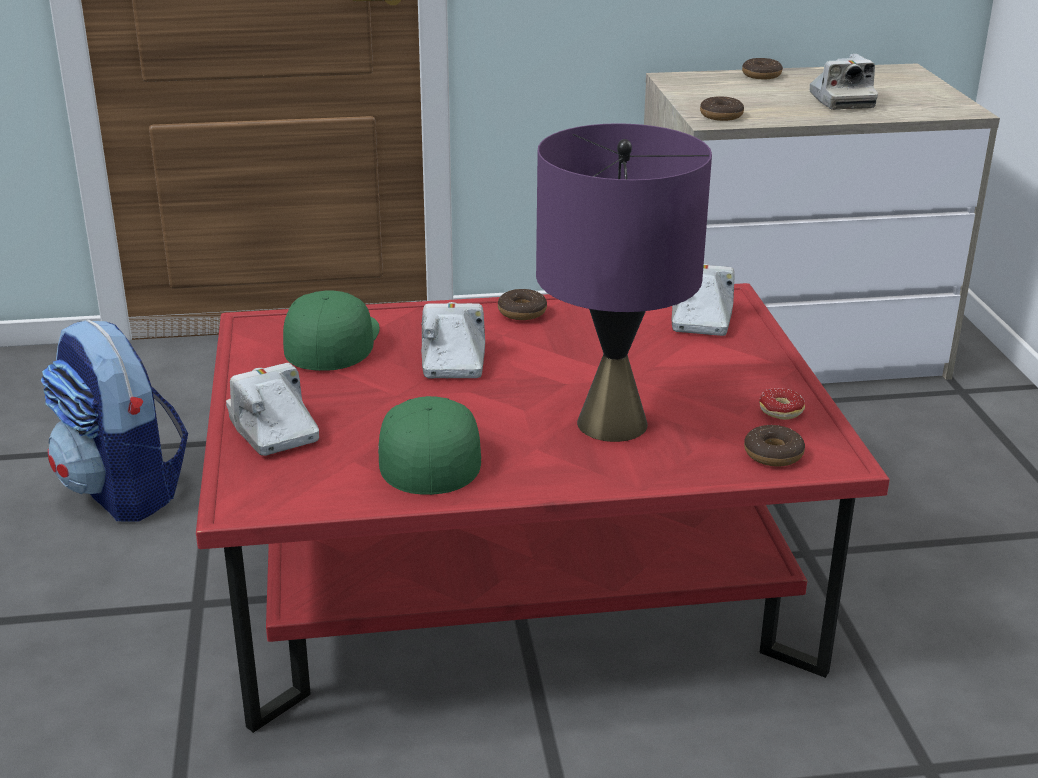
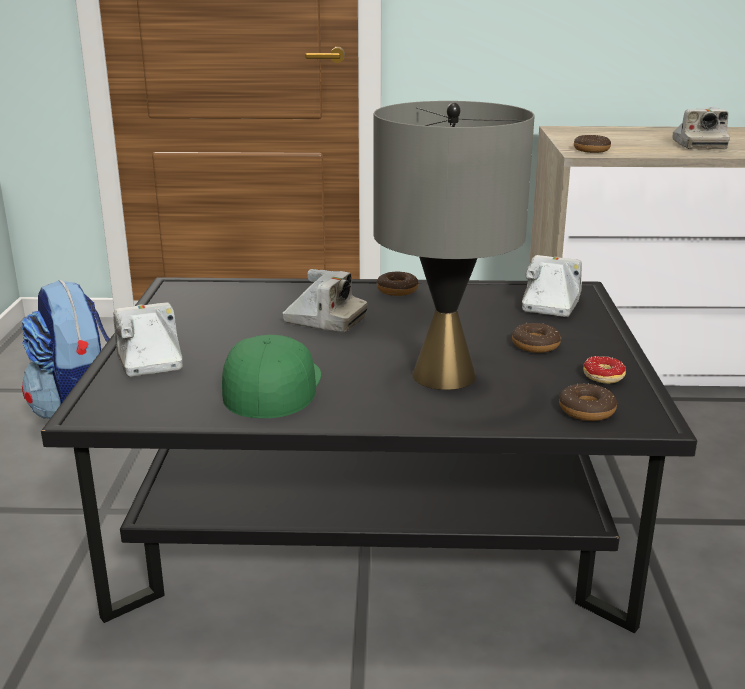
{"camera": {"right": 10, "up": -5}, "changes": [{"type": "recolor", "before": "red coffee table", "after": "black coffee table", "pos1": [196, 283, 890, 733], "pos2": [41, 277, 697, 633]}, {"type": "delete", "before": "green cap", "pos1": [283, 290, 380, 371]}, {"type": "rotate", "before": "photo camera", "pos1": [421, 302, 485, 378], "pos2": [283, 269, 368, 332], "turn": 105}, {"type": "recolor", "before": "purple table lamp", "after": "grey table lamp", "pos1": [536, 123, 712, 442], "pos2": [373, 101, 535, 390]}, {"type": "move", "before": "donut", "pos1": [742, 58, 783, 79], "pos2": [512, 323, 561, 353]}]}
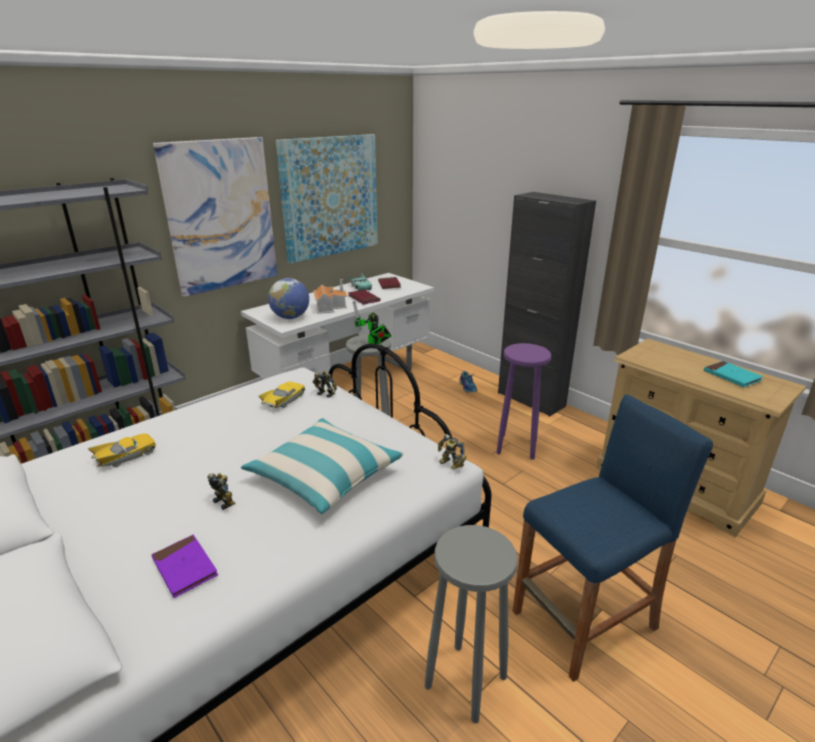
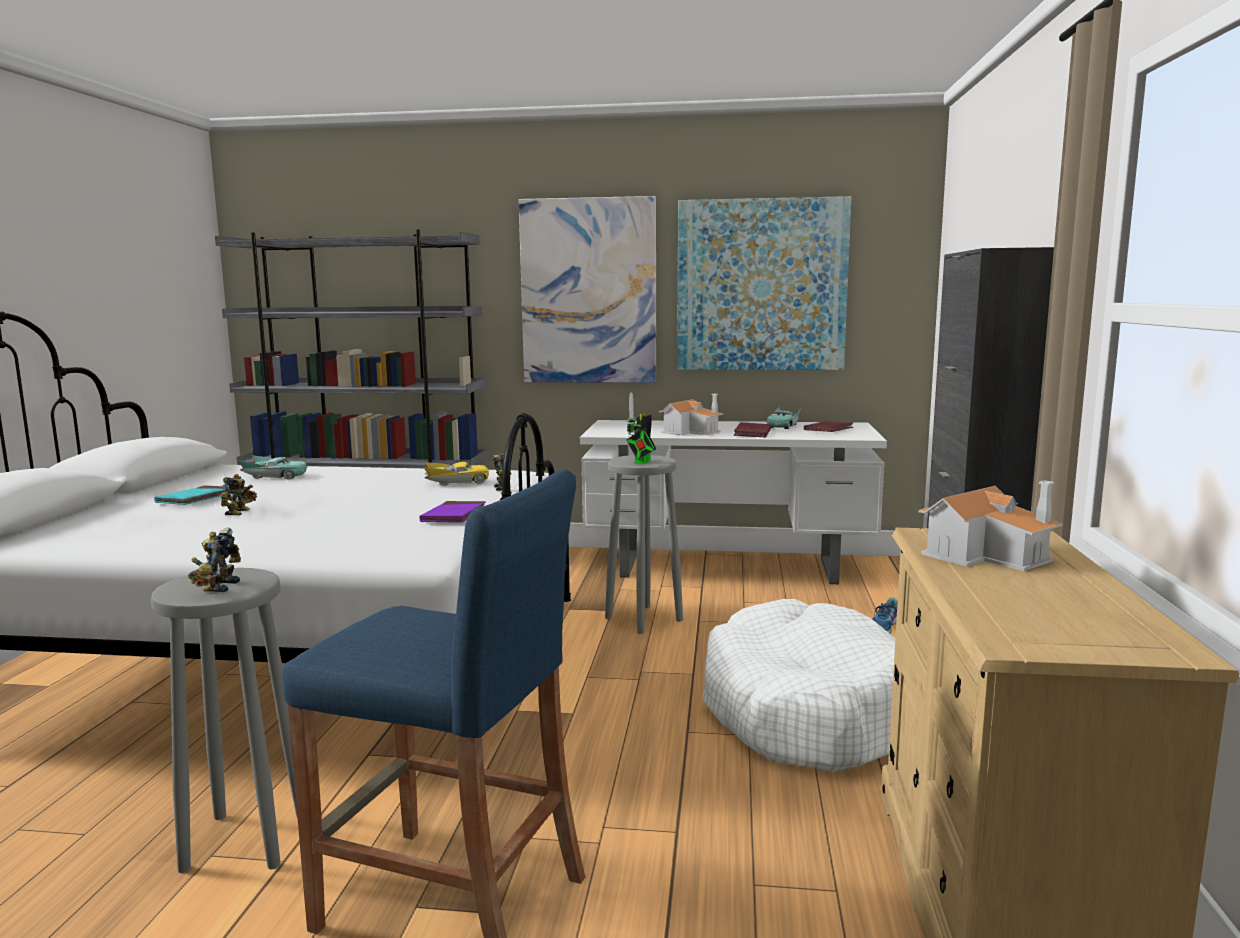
{"camera": {"right": 50, "up": -15}, "changes": [{"type": "recolor", "before": "yellow toy car", "after": "turquoise toy car", "pos1": [87, 433, 156, 467], "pos2": [237, 455, 307, 479]}, {"type": "move", "before": "purple book", "pos1": [151, 535, 218, 598], "pos2": [419, 501, 486, 523]}, {"type": "delete", "before": "pillow", "pos1": [241, 418, 403, 514]}, {"type": "delete", "before": "globe", "pos1": [268, 278, 309, 319]}, {"type": "move", "before": "toy robot", "pos1": [438, 434, 467, 470], "pos2": [188, 527, 241, 592]}, {"type": "replace", "before": "purple stool", "after": "white dog bed", "pos1": [496, 343, 551, 460], "pos2": [702, 599, 895, 772]}, {"type": "move", "before": "turquoise book", "pos1": [704, 361, 764, 387], "pos2": [154, 485, 231, 505]}, {"type": "insert", "after": "toy house", "pos2": [918, 480, 1063, 571]}]}
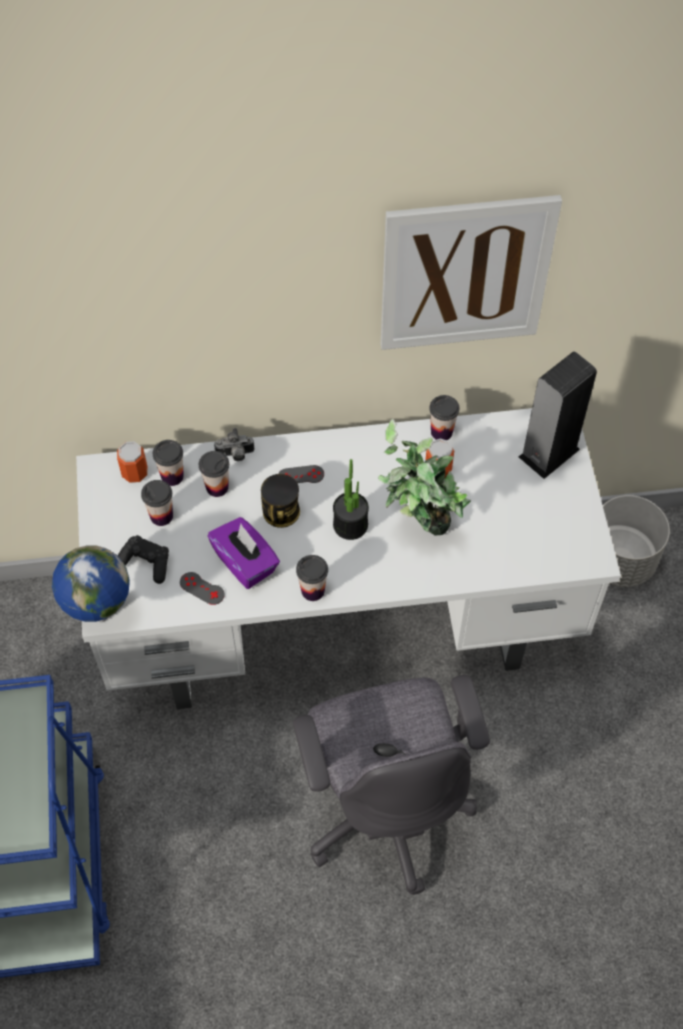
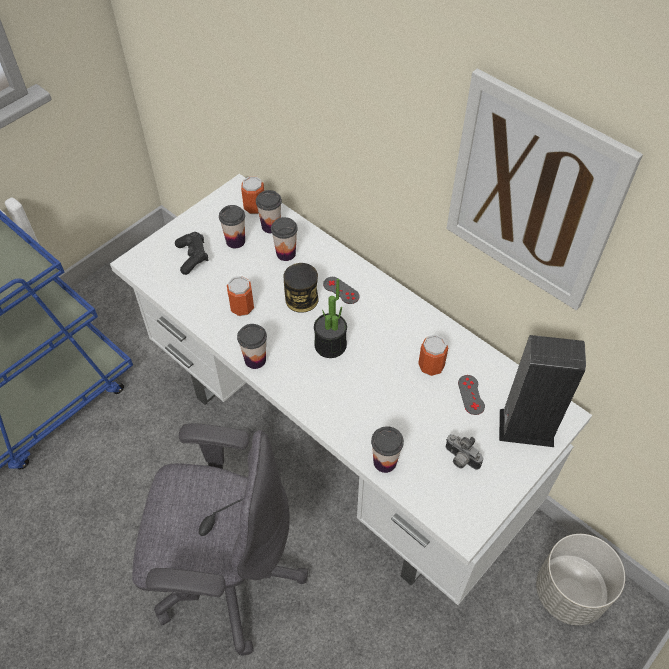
{"camera": {"right": 50, "up": -5}, "changes": [{"type": "delete", "before": "globe", "pos1": [52, 546, 130, 622]}, {"type": "move", "before": "grey game controller", "pos1": [180, 572, 225, 605], "pos2": [458, 375, 485, 415]}, {"type": "replace", "before": "purple tissue box", "after": "can", "pos1": [208, 517, 280, 589], "pos2": [227, 276, 254, 316]}, {"type": "move", "before": "photo camera", "pos1": [214, 428, 255, 461], "pos2": [446, 434, 483, 470]}, {"type": "rotate", "before": "grey office chair", "pos1": [293, 675, 490, 895], "pos2": [132, 423, 308, 655], "turn": -120}, {"type": "delete", "before": "potted plant", "pos1": [378, 419, 471, 536]}, {"type": "move", "before": "cup", "pos1": [429, 395, 459, 440], "pos2": [371, 426, 404, 473]}]}
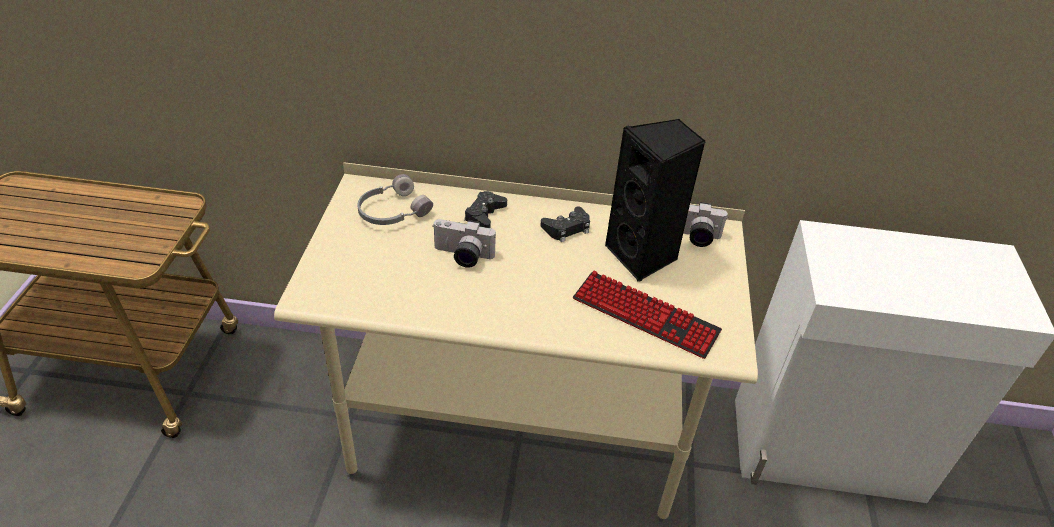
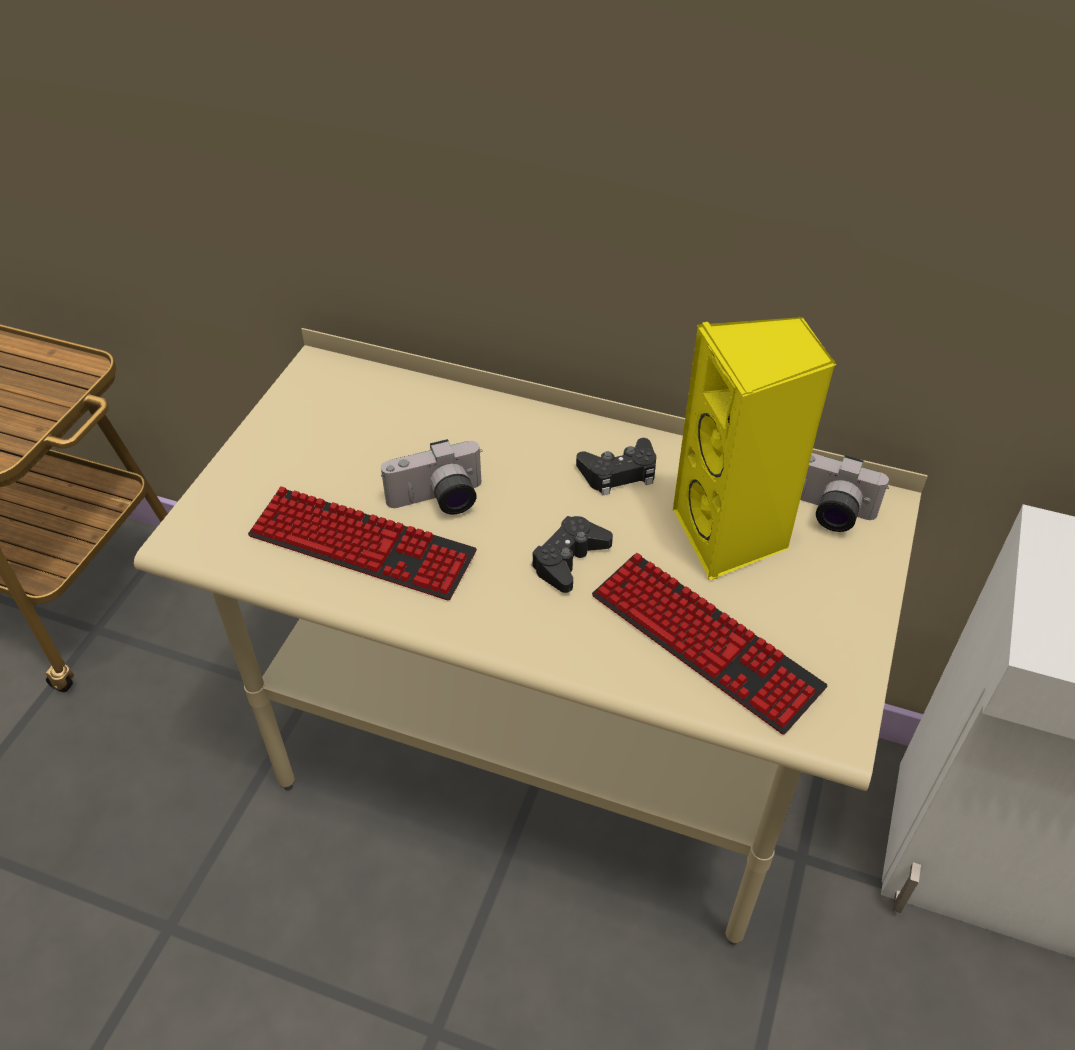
{"camera": {"right": 15, "up": 5}, "changes": [{"type": "delete", "before": "grey headphones", "pos1": [357, 174, 433, 225]}, {"type": "rotate", "before": "photo camera", "pos1": [432, 219, 496, 268], "pos2": [381, 439, 483, 515], "turn": -45}, {"type": "move", "before": "black game controller", "pos1": [464, 191, 507, 228], "pos2": [531, 516, 613, 593]}, {"type": "recolor", "before": "black speaker", "after": "yellow speaker", "pos1": [605, 119, 706, 282], "pos2": [673, 317, 836, 580]}, {"type": "insert", "after": "keyboard", "pos2": [248, 486, 477, 600]}]}
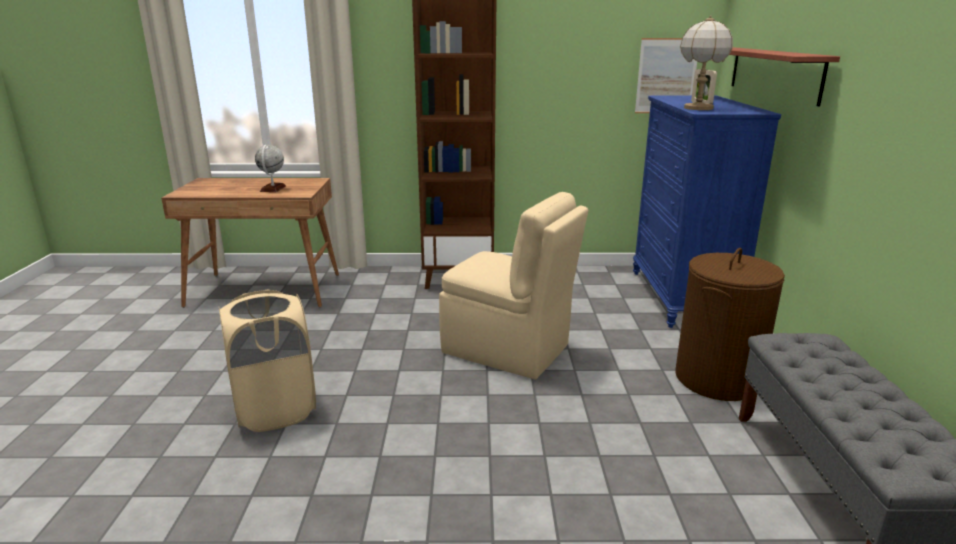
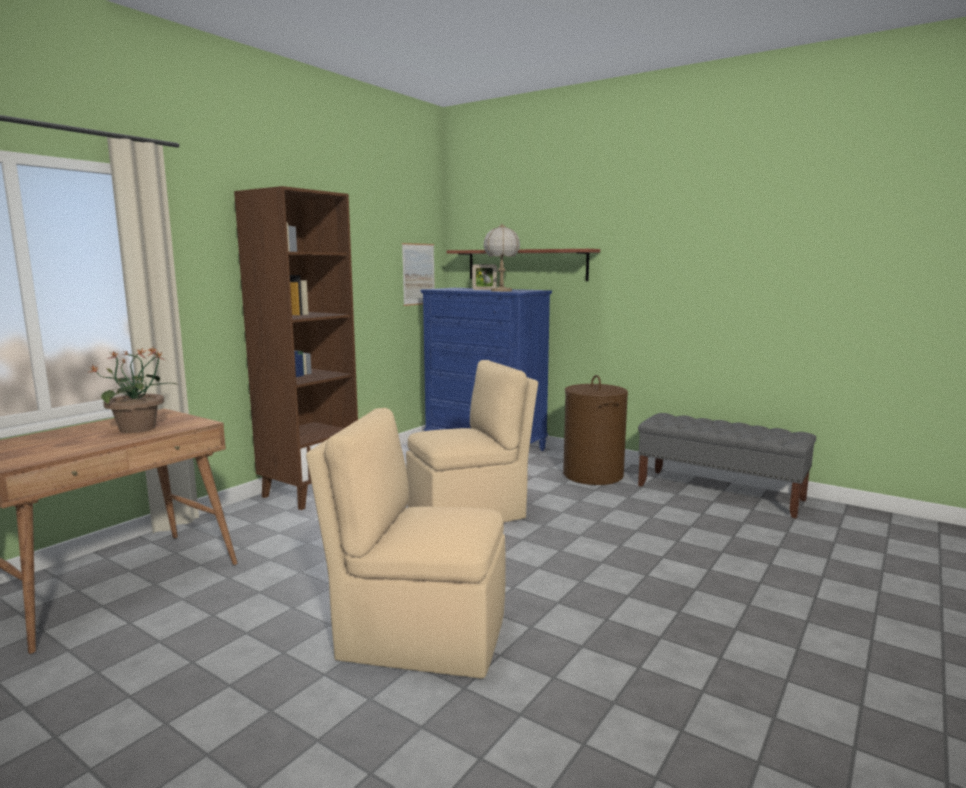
{"camera": {"right": -55, "up": -10}, "changes": [{"type": "replace", "before": "beige laundry basket", "after": "beige chair", "pos1": [219, 290, 316, 432], "pos2": [306, 408, 506, 679]}, {"type": "replace", "before": "globe", "after": "potted plant", "pos1": [255, 145, 286, 192], "pos2": [90, 347, 178, 433]}]}
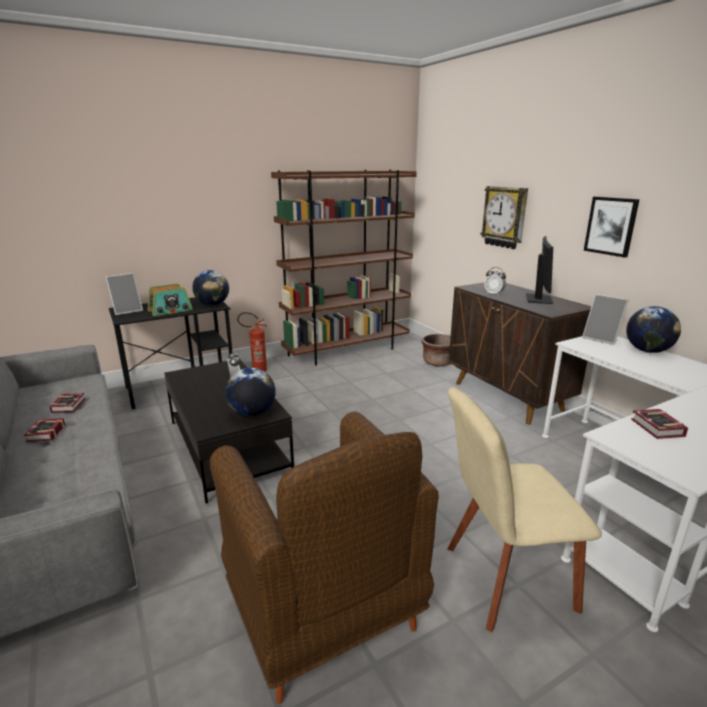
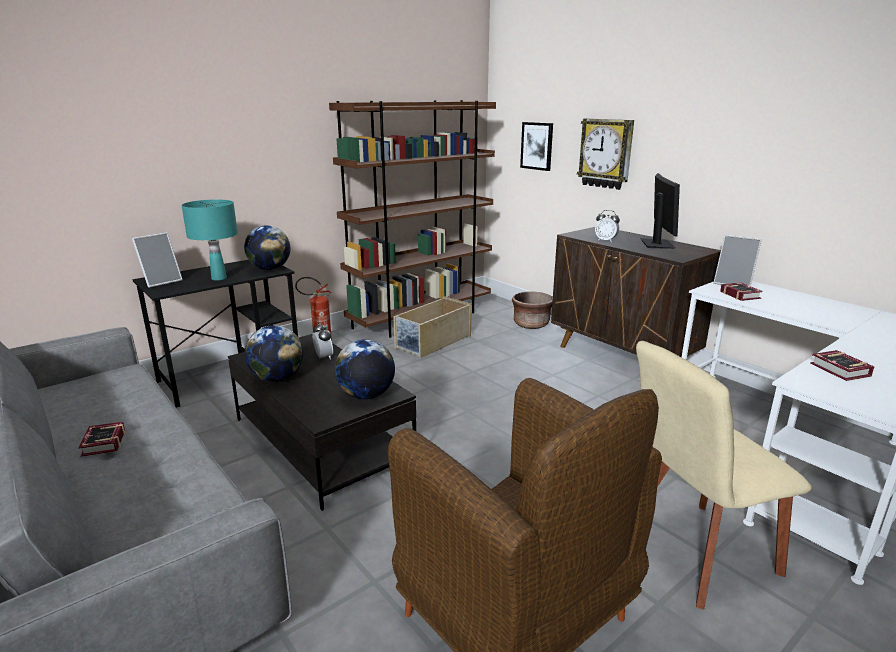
{"camera": {"right": -10, "up": 0}, "changes": [{"type": "move", "before": "book", "pos1": [49, 393, 86, 413], "pos2": [720, 282, 763, 301]}, {"type": "replace", "before": "radio", "after": "turquoise table lamp", "pos1": [148, 284, 192, 316], "pos2": [181, 200, 238, 281]}, {"type": "move", "before": "picture", "pos1": [584, 197, 640, 258], "pos2": [520, 122, 553, 171]}, {"type": "move", "before": "globe", "pos1": [626, 306, 681, 353], "pos2": [245, 325, 303, 382]}, {"type": "insert", "after": "beige storage box", "pos2": [393, 296, 472, 358]}]}
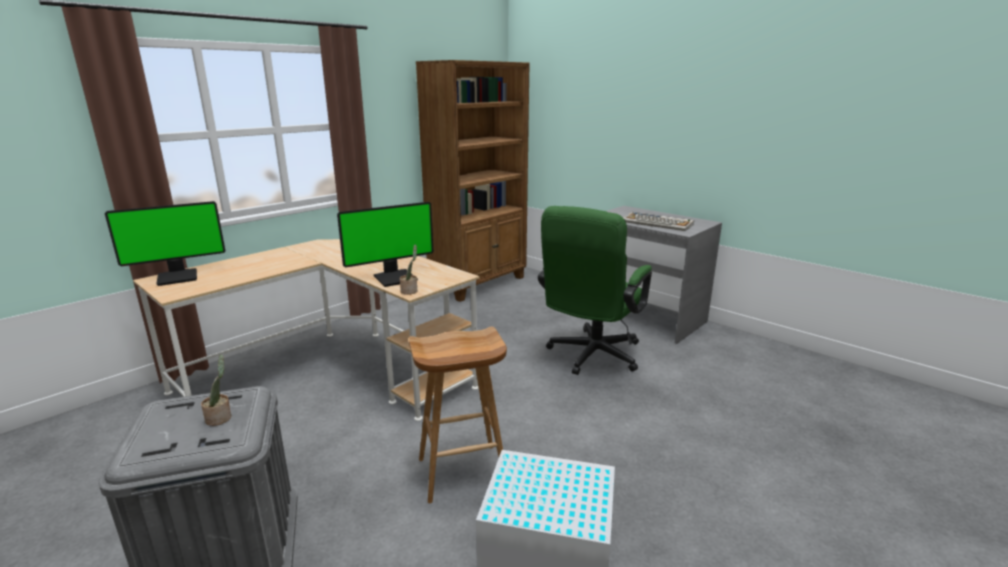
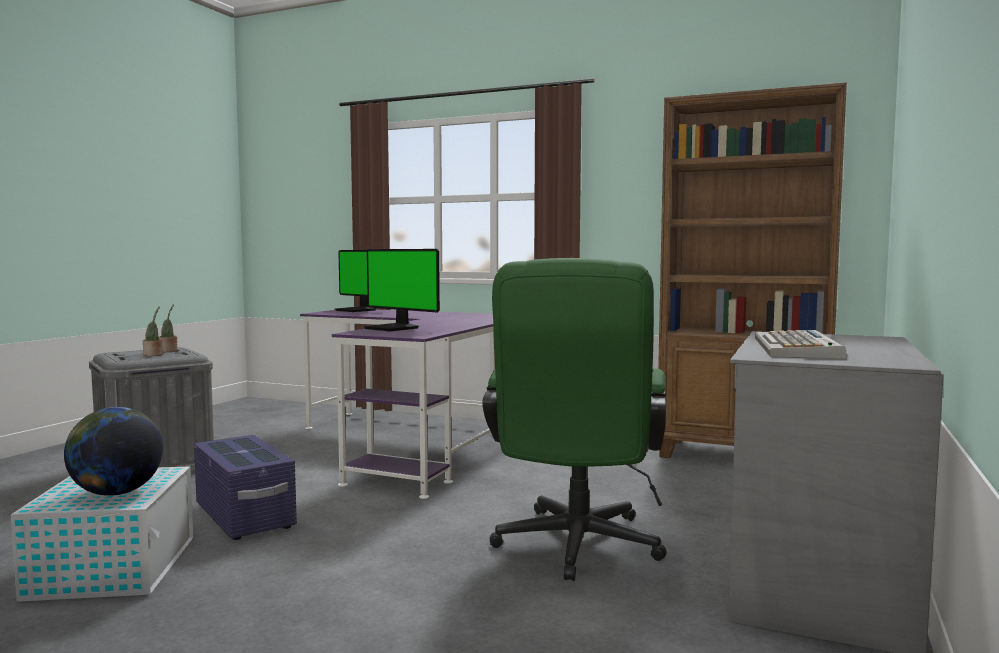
{"camera": {"right": 70, "up": -15}, "changes": [{"type": "recolor", "before": "beige desk", "after": "purple desk", "pos1": [133, 239, 480, 421], "pos2": [300, 310, 495, 499]}, {"type": "move", "before": "potted plant", "pos1": [400, 245, 417, 295], "pos2": [159, 305, 177, 352]}, {"type": "replace", "before": "brown stool", "after": "purple storage box", "pos1": [409, 327, 507, 503], "pos2": [194, 435, 297, 540]}, {"type": "rotate", "before": "green office chair", "pos1": [538, 206, 652, 375], "pos2": [482, 258, 667, 581], "turn": -90}, {"type": "insert", "after": "globe", "pos2": [64, 407, 163, 496]}]}
